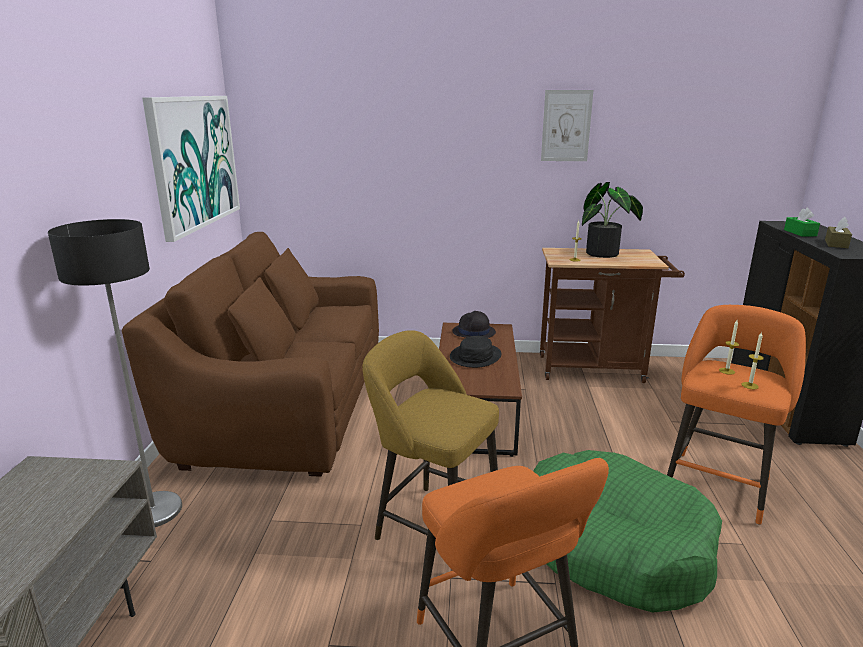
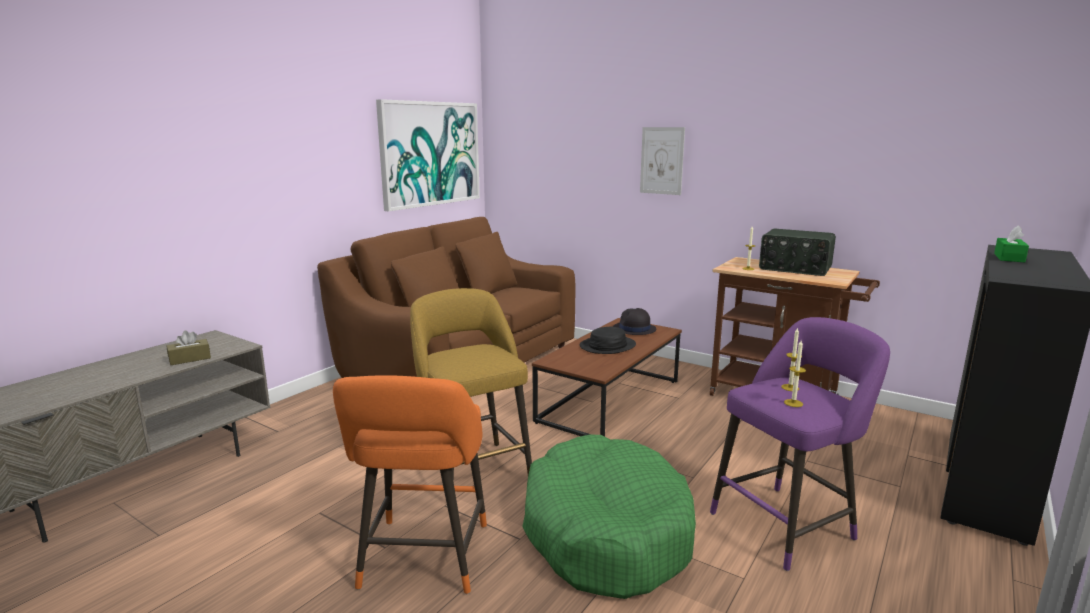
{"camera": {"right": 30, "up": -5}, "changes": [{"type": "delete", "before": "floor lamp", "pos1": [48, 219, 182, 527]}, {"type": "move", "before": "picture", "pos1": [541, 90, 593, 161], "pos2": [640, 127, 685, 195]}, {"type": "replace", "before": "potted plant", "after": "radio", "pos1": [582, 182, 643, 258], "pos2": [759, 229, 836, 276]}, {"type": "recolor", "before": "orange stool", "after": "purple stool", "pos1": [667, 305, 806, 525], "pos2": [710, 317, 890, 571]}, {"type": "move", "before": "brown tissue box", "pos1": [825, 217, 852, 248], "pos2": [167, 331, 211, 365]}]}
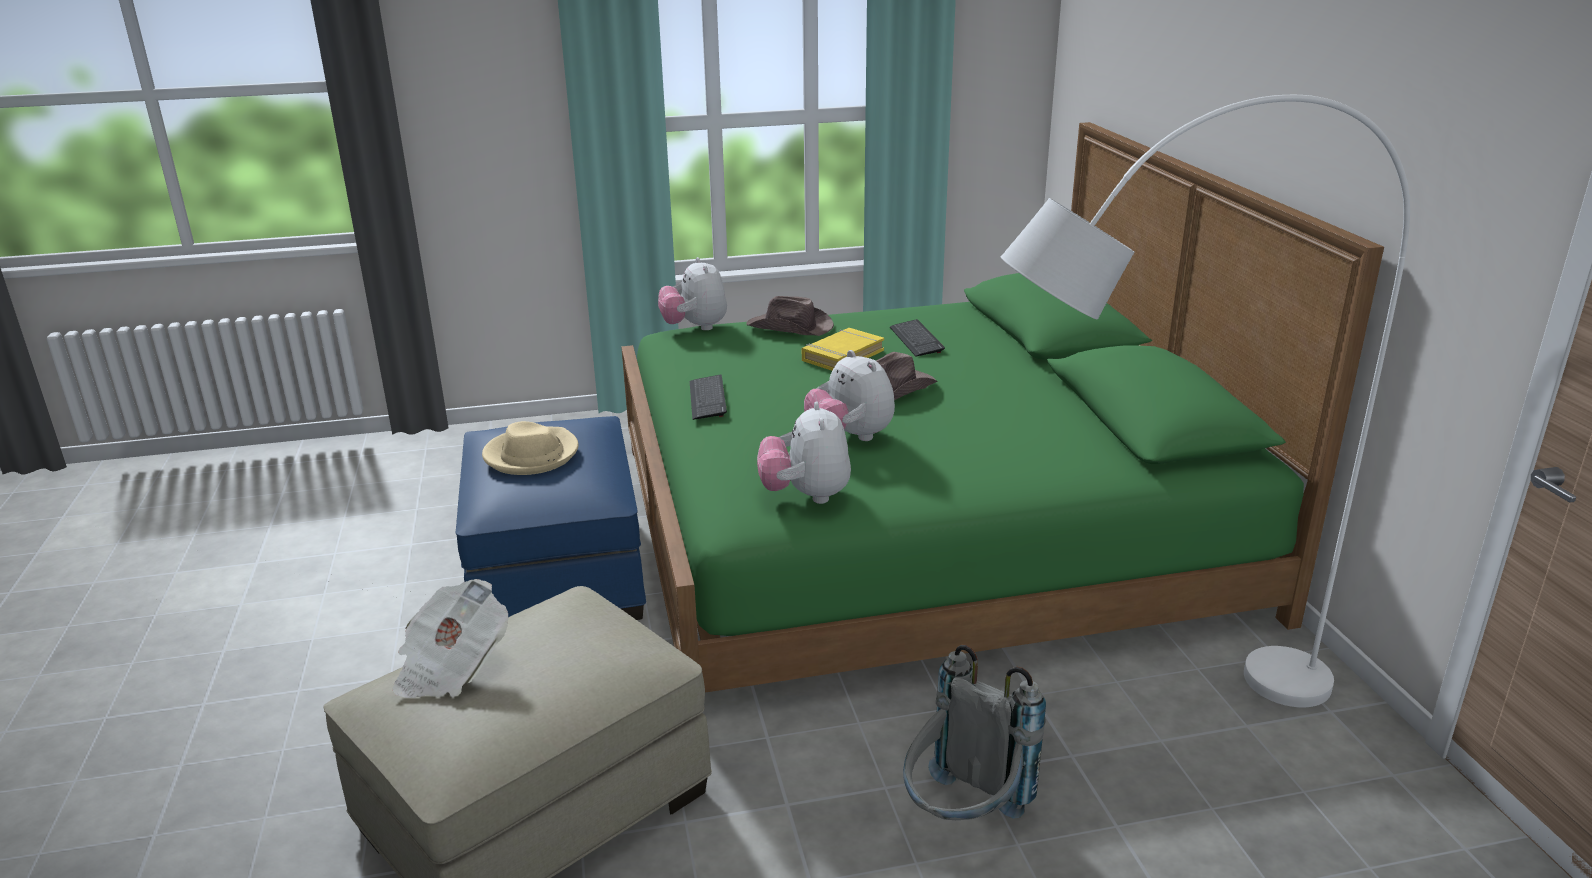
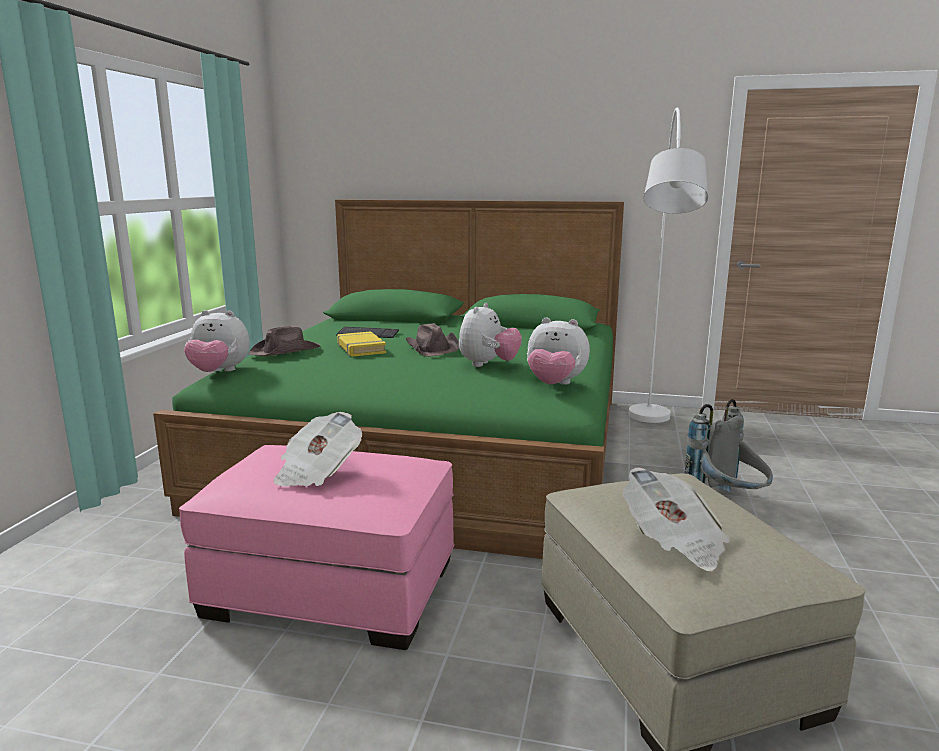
{"camera": {"right": -65, "up": -10}, "changes": [{"type": "recolor", "before": "blue ottoman", "after": "pink ottoman", "pos1": [455, 416, 646, 620], "pos2": [179, 445, 455, 650]}, {"type": "replace", "before": "beige hat", "after": "newspaper", "pos1": [482, 421, 579, 475], "pos2": [274, 412, 362, 487]}, {"type": "delete", "before": "keyboard", "pos1": [690, 375, 727, 420]}, {"type": "rotate", "before": "plush toy", "pos1": [804, 350, 895, 441], "pos2": [459, 303, 522, 367], "turn": -60}]}
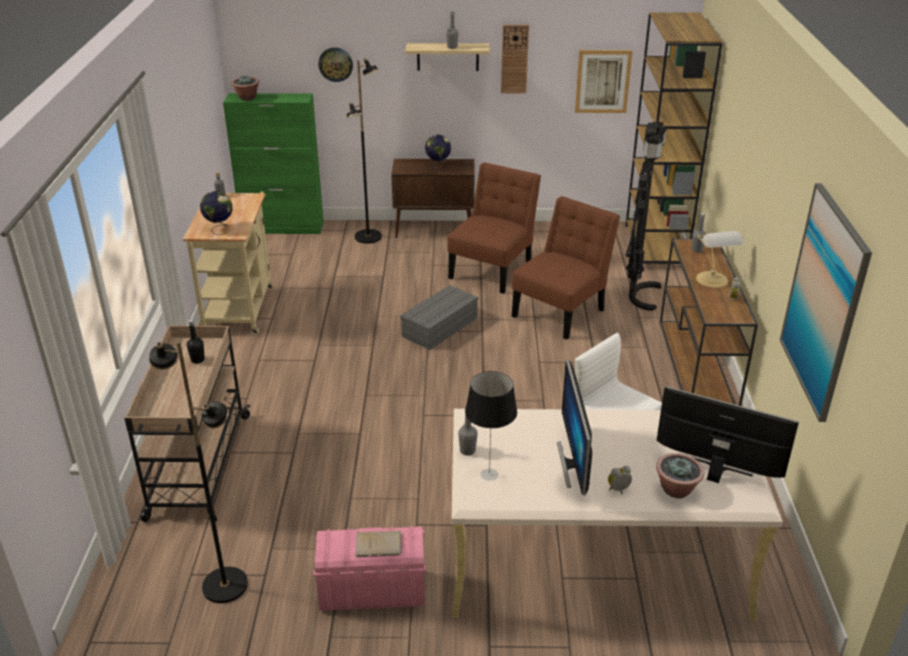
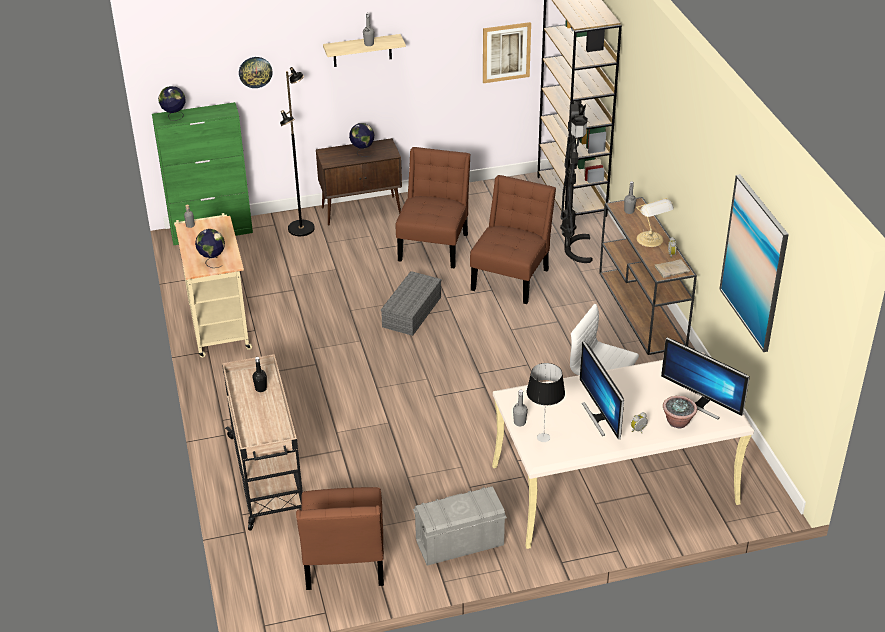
{"camera": {"right": -15, "up": 5}, "changes": [{"type": "replace", "before": "black floor lamp", "after": "brown chair", "pos1": [149, 342, 248, 603], "pos2": [296, 487, 384, 590]}, {"type": "replace", "before": "potted plant", "after": "globe", "pos1": [231, 76, 259, 101], "pos2": [158, 86, 186, 121]}, {"type": "recolor", "before": "pink storage box", "after": "grey storage box", "pos1": [313, 526, 426, 611], "pos2": [413, 486, 507, 566]}, {"type": "move", "before": "beige book", "pos1": [355, 530, 402, 557], "pos2": [654, 259, 690, 278]}, {"type": "delete", "before": "wall clock", "pos1": [501, 25, 529, 93]}, {"type": "rotate", "before": "monitor", "pos1": [656, 386, 799, 483], "pos2": [661, 337, 750, 419], "turn": -150}]}
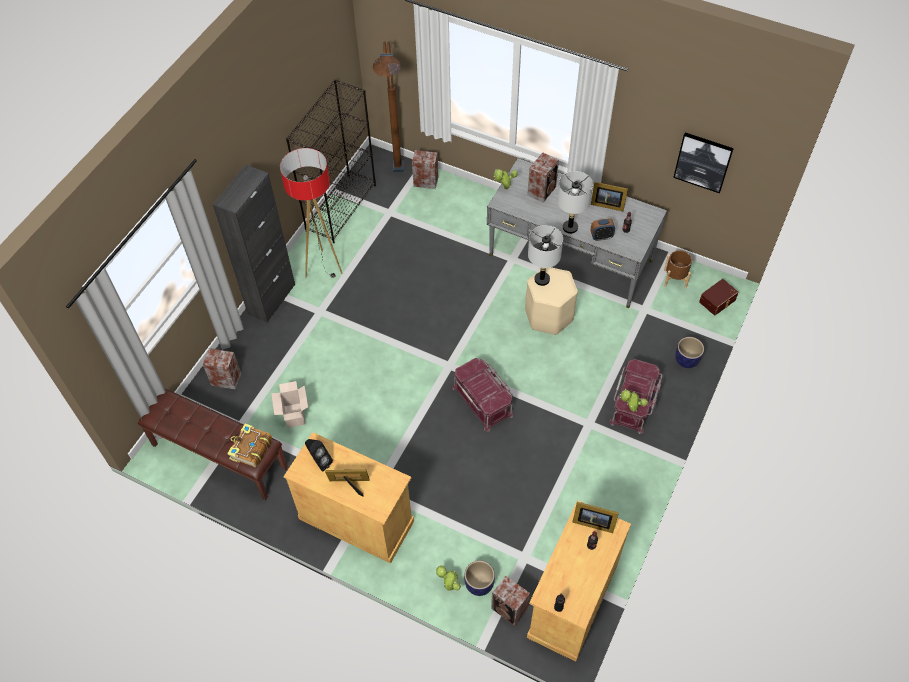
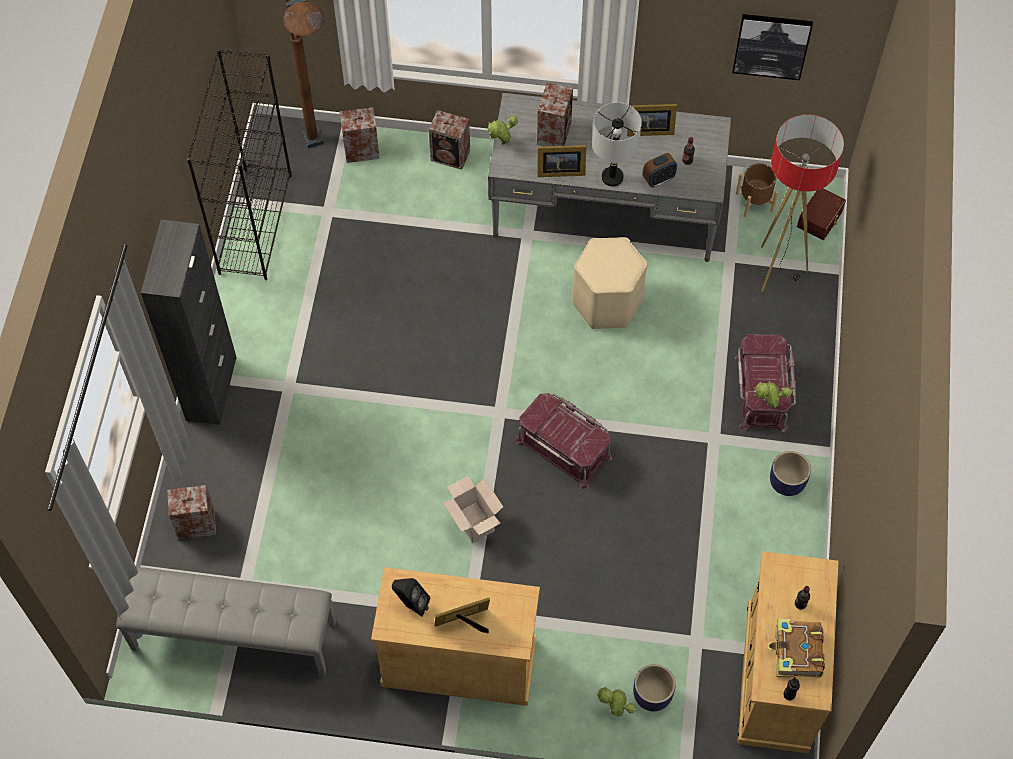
{"camera": {"right": -20, "up": 5}, "changes": [{"type": "recolor", "before": "brown bench", "after": "grey bench", "pos1": [138, 389, 288, 500], "pos2": [116, 567, 336, 676]}, {"type": "move", "before": "book", "pos1": [227, 424, 272, 468], "pos2": [767, 619, 825, 678]}, {"type": "move", "before": "cardboard box", "pos1": [271, 381, 308, 428], "pos2": [443, 476, 503, 543]}, {"type": "move", "before": "floor lamp", "pos1": [280, 148, 343, 278], "pos2": [761, 115, 844, 292]}, {"type": "move", "before": "speaker", "pos1": [491, 575, 530, 626], "pos2": [429, 110, 470, 170]}, {"type": "delete", "before": "grey table lamp", "pos1": [528, 225, 563, 286]}, {"type": "move", "before": "picture frame", "pos1": [572, 502, 619, 533], "pos2": [537, 145, 586, 177]}, {"type": "move", "before": "planter", "pos1": [675, 337, 704, 368], "pos2": [770, 451, 811, 496]}]}
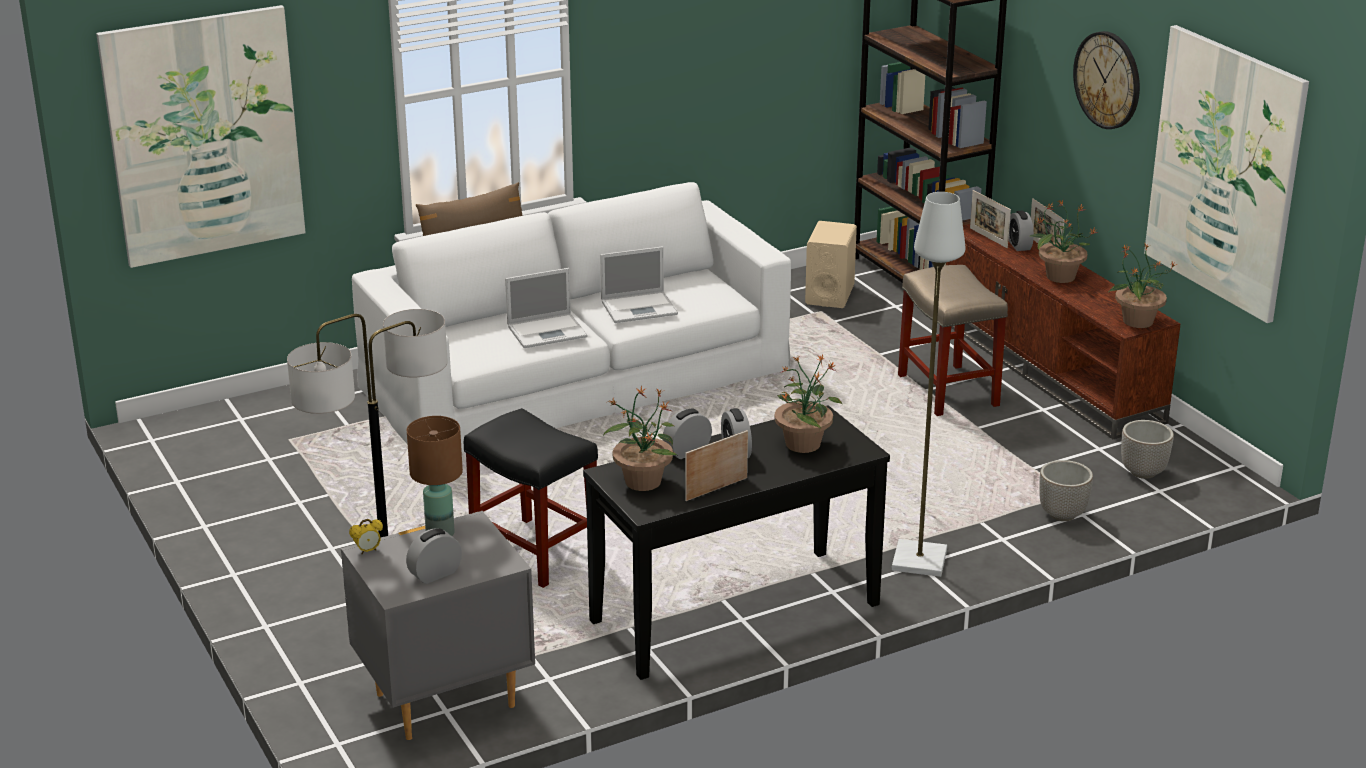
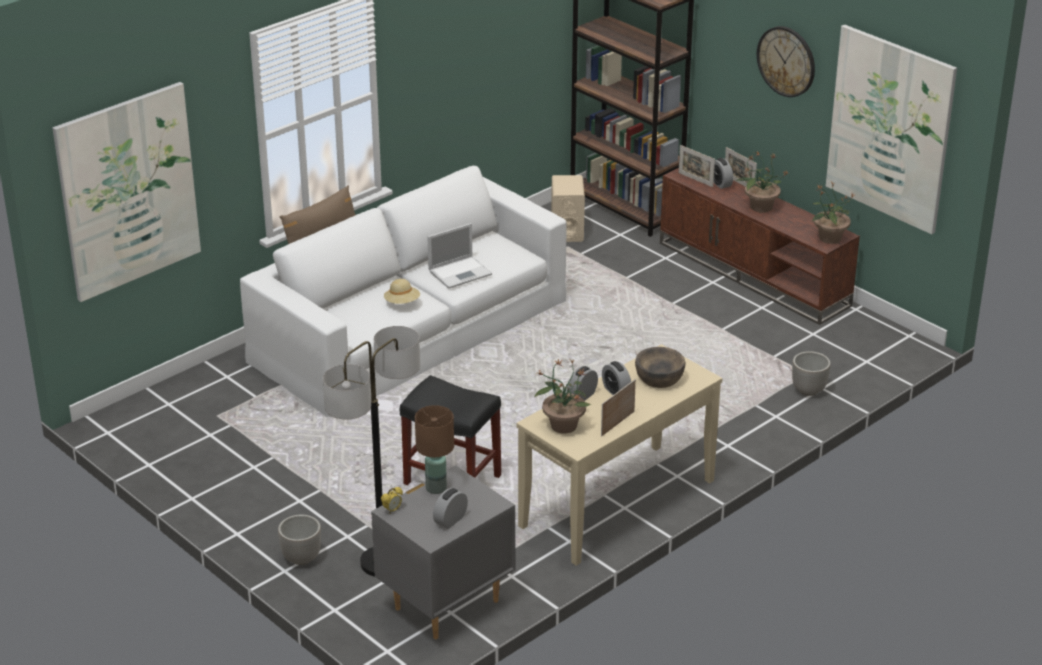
{"camera": {"right": -15, "up": 5}, "changes": [{"type": "replace", "before": "laptop", "after": "beige hat", "pos1": [505, 268, 588, 348], "pos2": [384, 279, 420, 304]}, {"type": "recolor", "before": "black console table", "after": "beige console table", "pos1": [583, 405, 890, 680], "pos2": [516, 344, 722, 566]}, {"type": "replace", "before": "potted plant", "after": "brown bowl", "pos1": [774, 355, 842, 453], "pos2": [635, 347, 685, 388]}, {"type": "delete", "before": "grey floor lamp", "pos1": [892, 192, 965, 577]}, {"type": "delete", "before": "beige stool", "pos1": [898, 265, 1008, 416]}, {"type": "move", "before": "planter", "pos1": [1121, 420, 1174, 479], "pos2": [278, 515, 321, 565]}]}
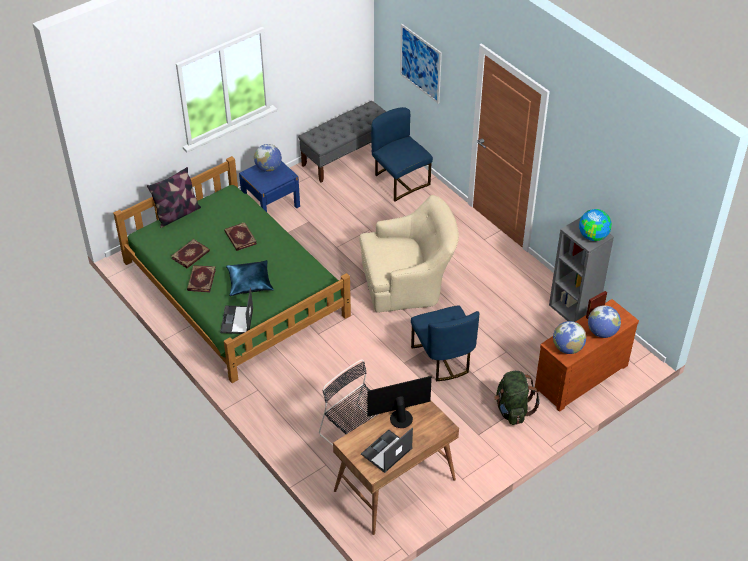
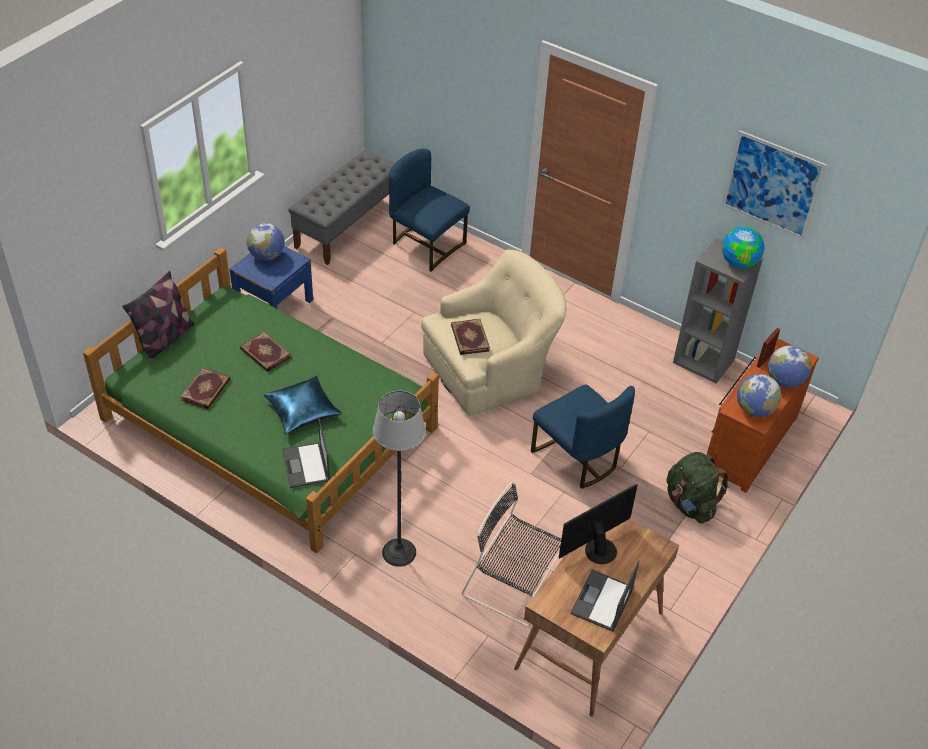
{"camera": {"right": -20, "up": 0}, "changes": [{"type": "move", "before": "book", "pos1": [187, 265, 216, 293], "pos2": [451, 319, 490, 355]}, {"type": "move", "before": "picture", "pos1": [400, 24, 442, 104], "pos2": [721, 130, 827, 240]}, {"type": "insert", "after": "floor lamp", "pos2": [373, 391, 426, 567]}]}
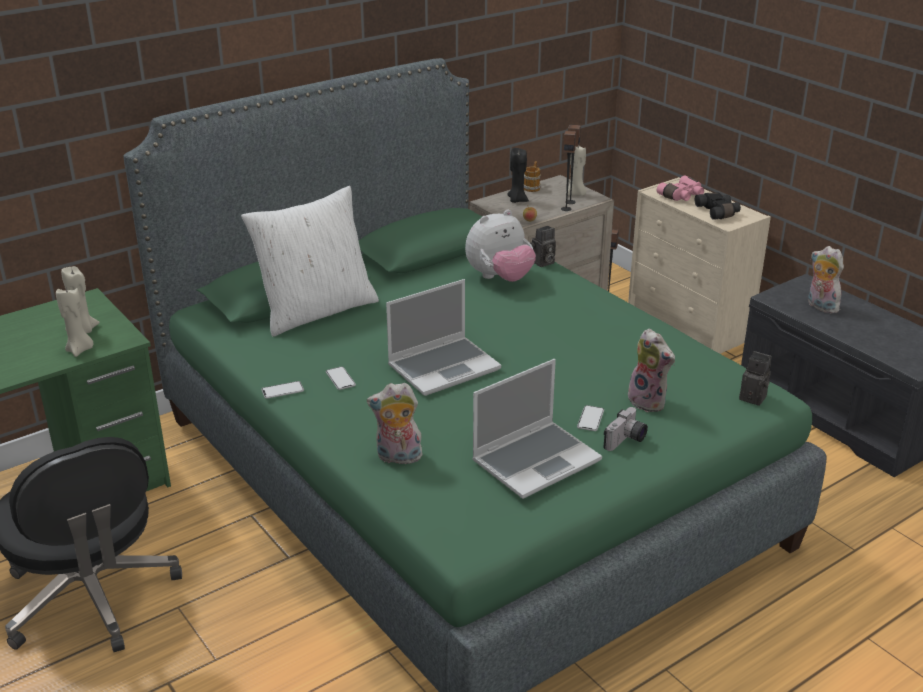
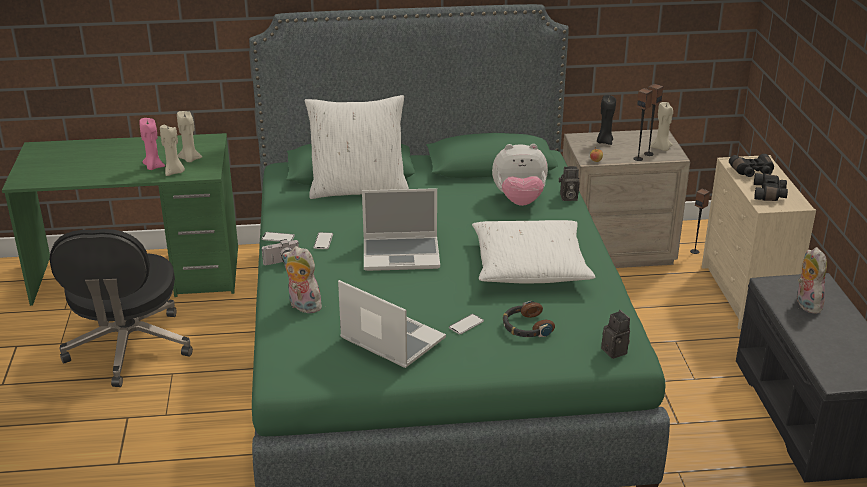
{"camera": {"right": 30, "up": 0}, "changes": [{"type": "rotate", "before": "laptop", "pos1": [472, 359, 602, 499], "pos2": [338, 280, 446, 368], "turn": -135}, {"type": "delete", "before": "mug", "pos1": [524, 161, 541, 192]}, {"type": "move", "before": "photo camera", "pos1": [603, 407, 648, 451], "pos2": [262, 239, 299, 265]}, {"type": "replace", "before": "plush toy", "after": "headphones", "pos1": [628, 329, 675, 412], "pos2": [503, 301, 555, 337]}, {"type": "recolor", "before": "pink binoculars", "after": "black binoculars", "pos1": [657, 175, 704, 201], "pos2": [729, 154, 774, 177]}, {"type": "insert", "after": "pink candle", "pos2": [139, 118, 165, 170]}, {"type": "insert", "after": "white pillow", "pos2": [472, 220, 595, 283]}]}
